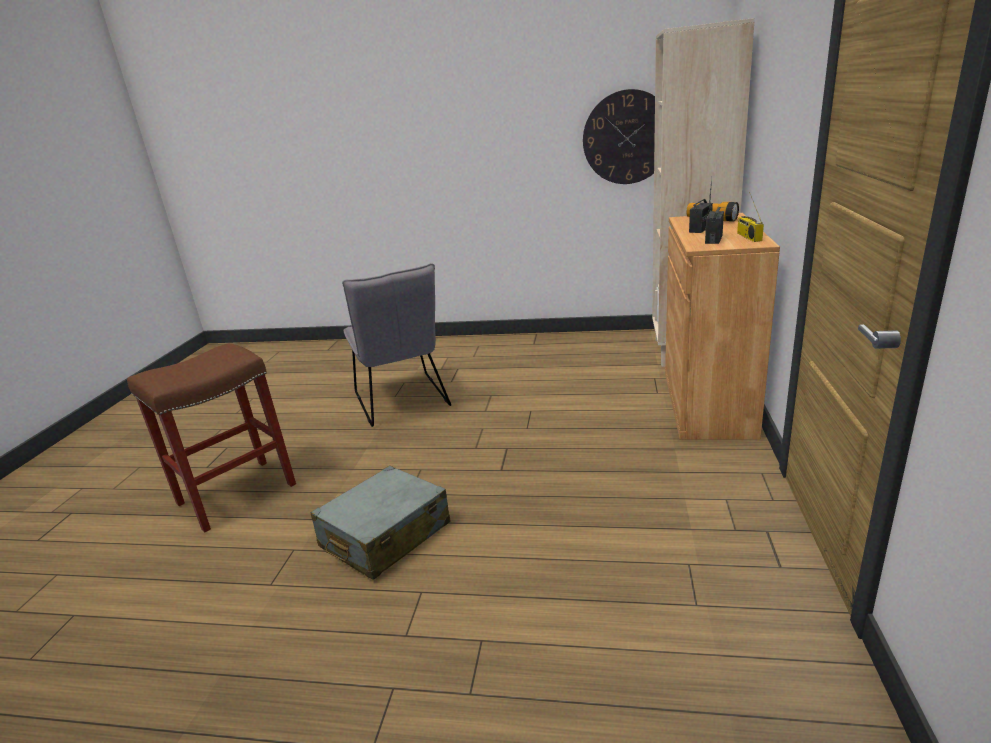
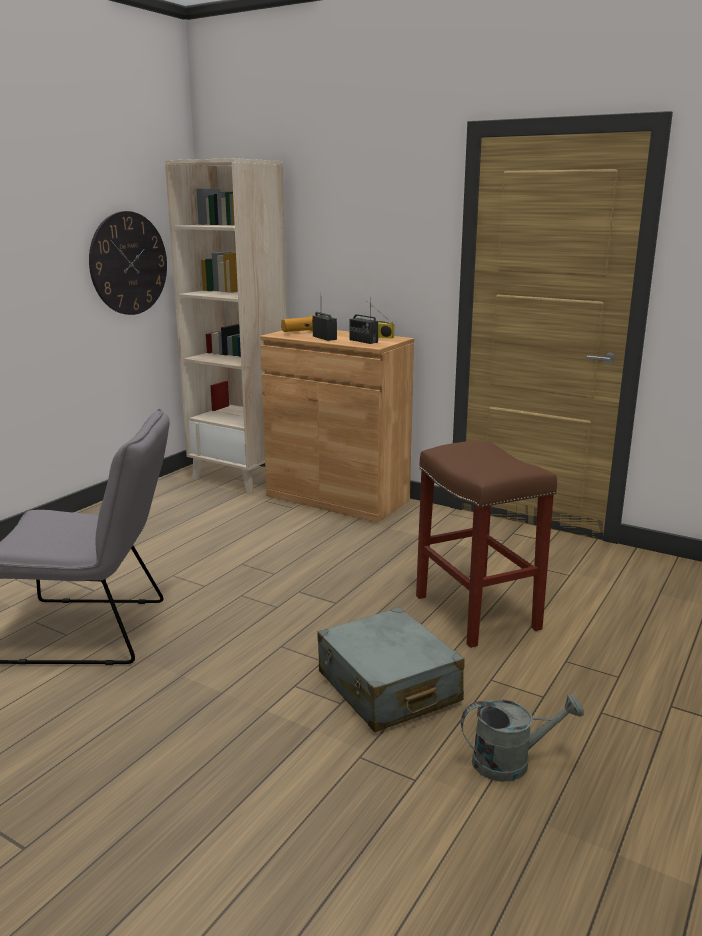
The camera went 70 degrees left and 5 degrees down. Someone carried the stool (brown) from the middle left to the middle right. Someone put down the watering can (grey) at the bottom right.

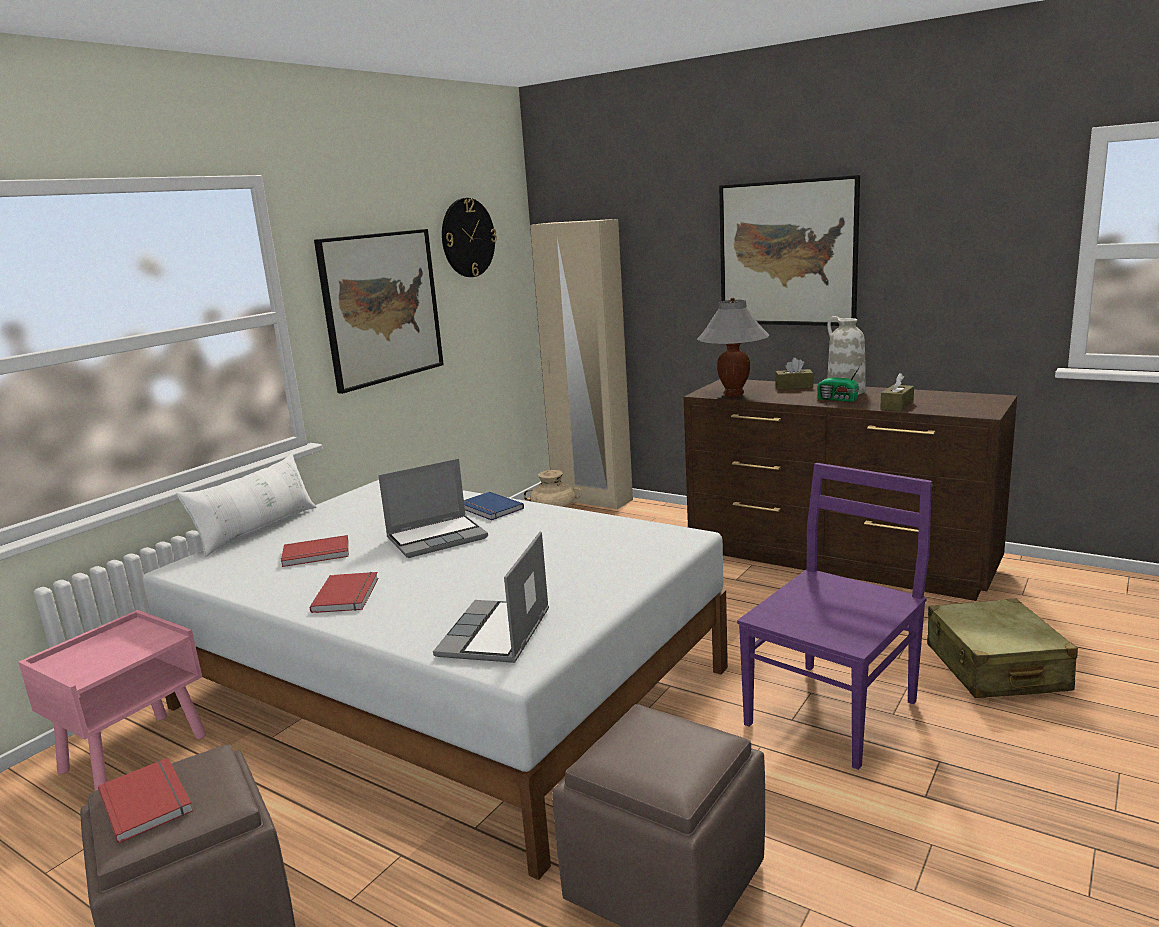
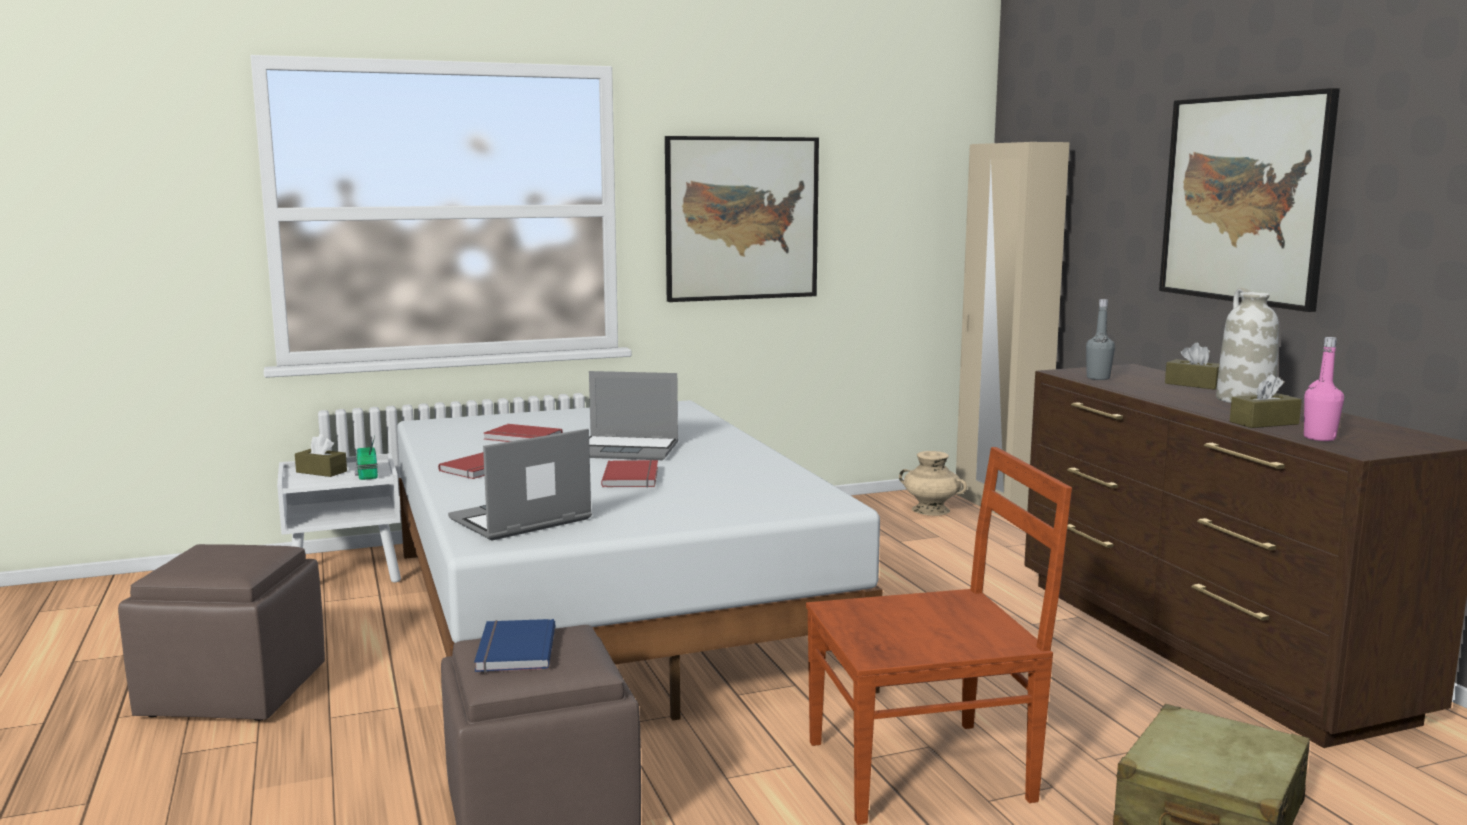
The camera went 35 degrees right and 5 degrees down. Someone repainted the nightstand (pink) at the bottom left, which became the nightstand (white) at the middle left. Someone carried the book (red) (no. 1 from left in the first image) from the bottom left to the centre. Someone took away the pillow (white) at the middle left. Someone took away the wall clock at the top centre. Someone carried the book (blue) from the centre to the bottom centre. Someone swapped the table lamp (grey) at the centre for the bottle (grey) at the middle right. Someone repainted the chair (purple) at the middle right, which became the chair (brown) at the bottom centre. Someone carried the radio from the middle right to the middle left. Someone put down the tissue box (brown) (no. 1 from left) at the middle left. Someone put down the bottle (pink) at the middle right.

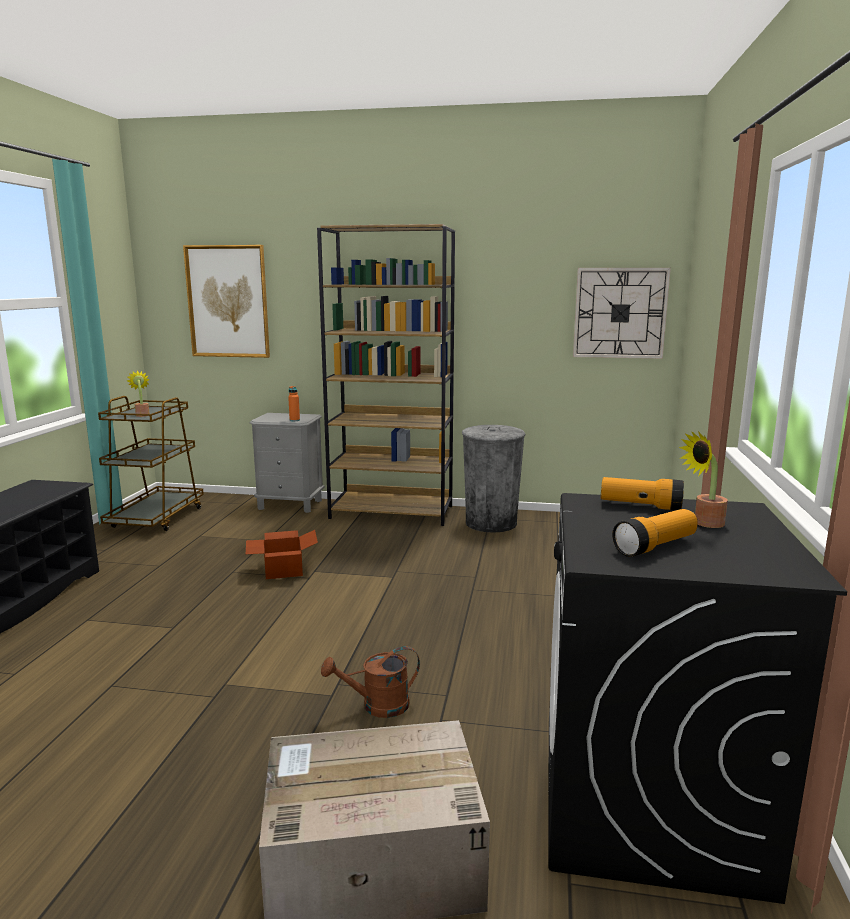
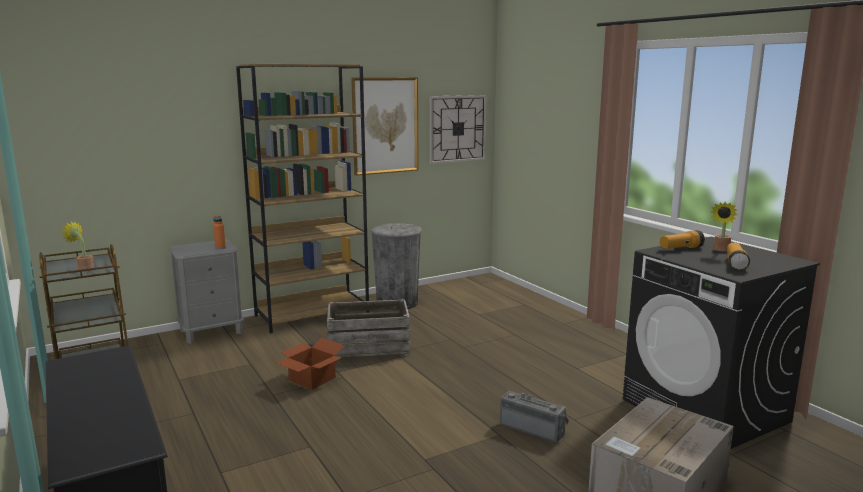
The camera went 40 degrees left and 0 degrees up. Someone carried the picture from the top left to the top centre. Someone swapped the watering can (brown) at the bottom centre for the radio at the bottom centre. Someone put down the crate at the bottom centre.

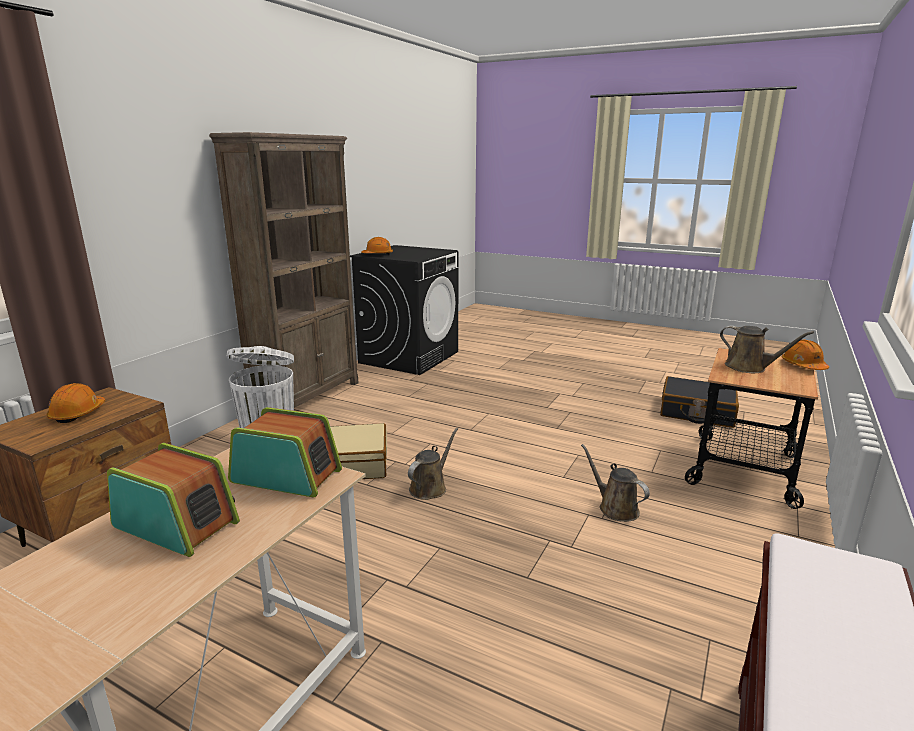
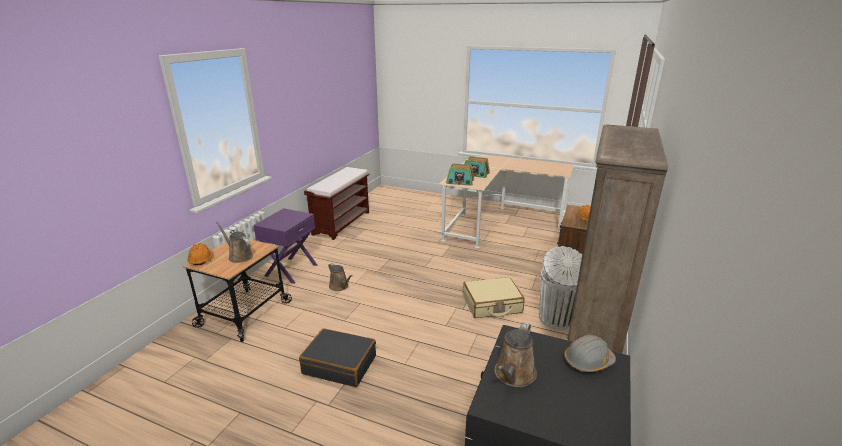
The camera went 175 degrees right and 5 degrees up. Someone repainted the hard hat (orange) (no. 2 from left) at the centre, which became the hard hat (grey) at the bottom right. Someone carried the watering can (brown) (no. 1 from left in the first image) from the centre to the bottom centre. Someone carried the suitcase (black) from the middle right to the bottom centre. Someone put down the nightstand (purple) at the centre.

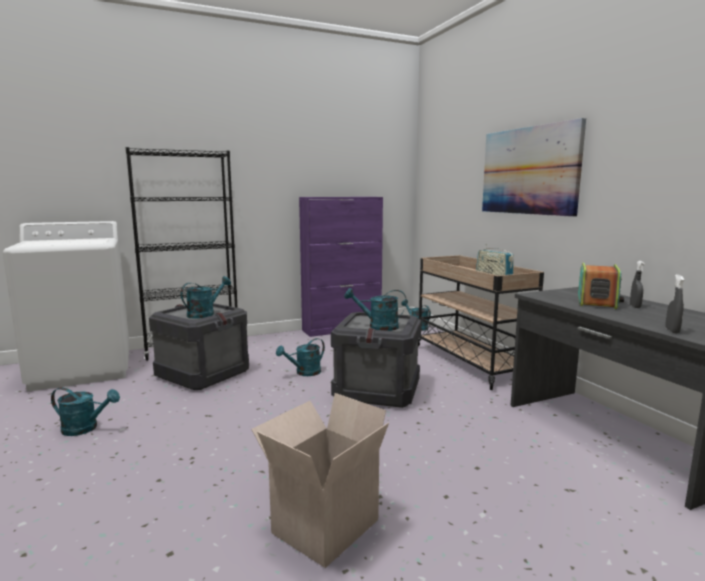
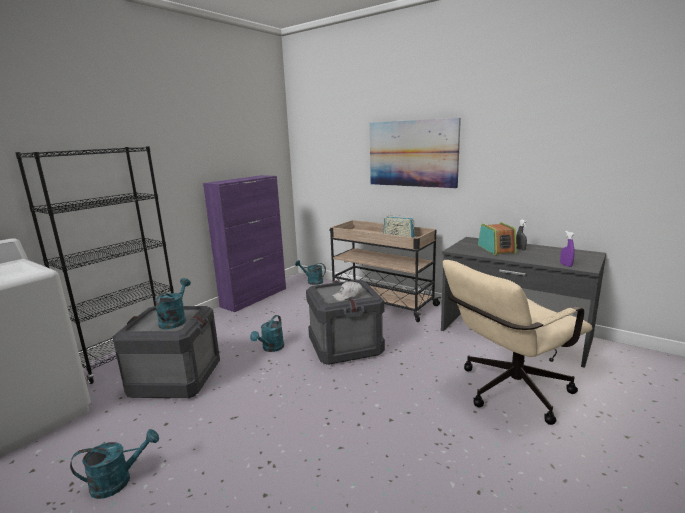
The camera went 30 degrees left and 5 degrees up. Someone took away the cardboard box at the bottom centre. Someone swapped the watering can (turquoise) (no. 4 from left) at the centre for the cap (white) at the centre. Someone repainted the spray bottle (grey) (no. 2 from left) at the middle right, which became the spray bottle (purple) at the middle right. Someone put down the office chair (beige) at the bottom right.

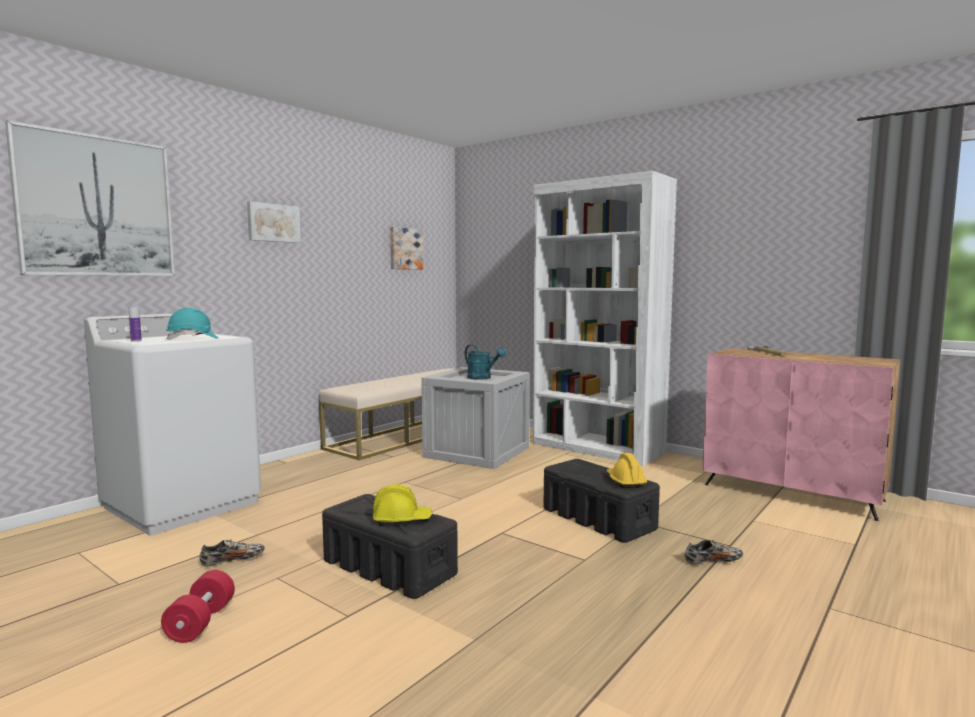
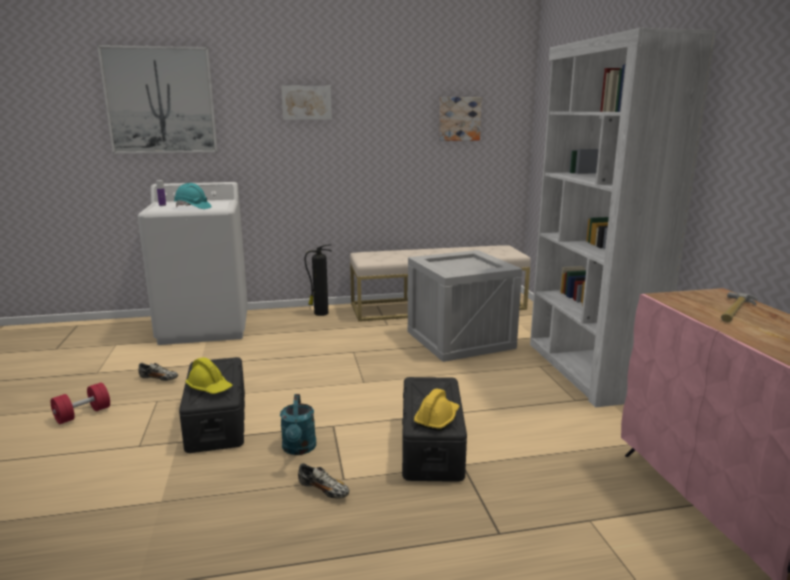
The camera went 40 degrees right and 10 degrees up. Someone carried the watering can (turquoise) from the centre to the bottom centre. Someone carried the shoe (no. 2 from left) from the bottom right to the bottom centre. Someone put down the fire extinguisher at the centre.

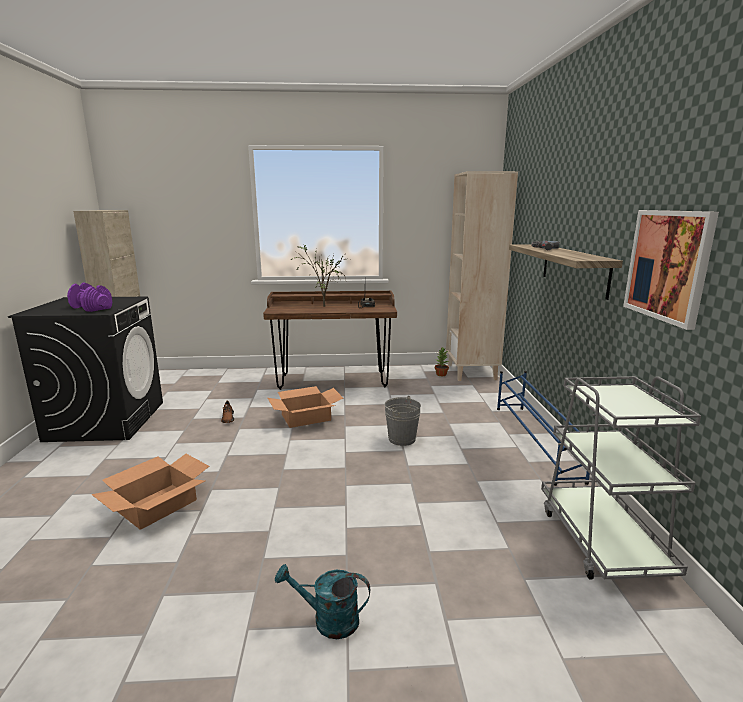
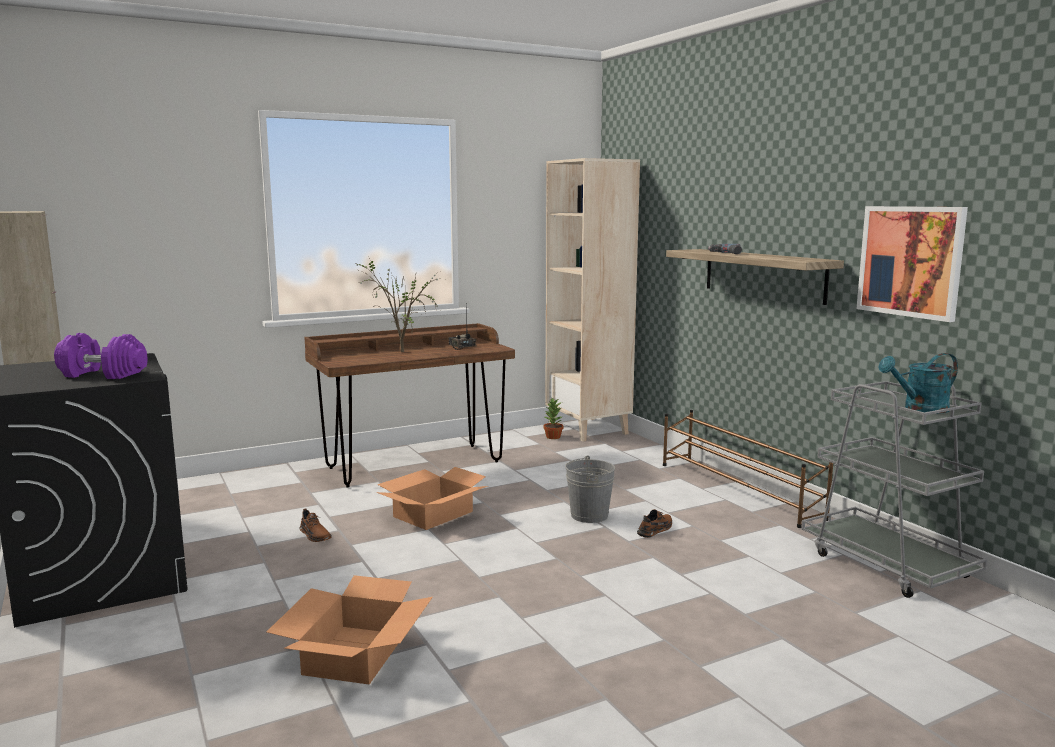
The camera went 25 degrees left and 5 degrees down. Someone carried the watering can (turquoise) from the bottom centre to the middle right. Someone repainted the shoe rack (blue) at the middle right, which became the shoe rack (brown) at the middle right. Someone put down the shoe (brown) (no. 2 from left) at the bottom centre.

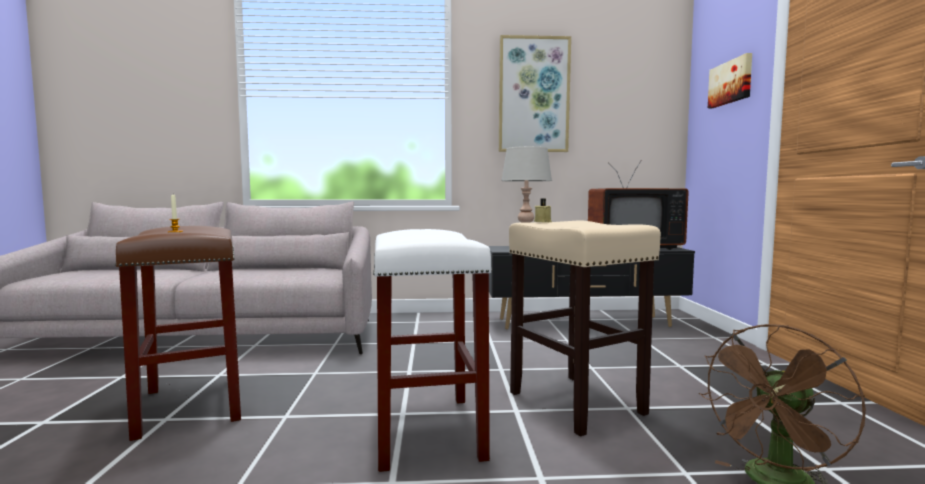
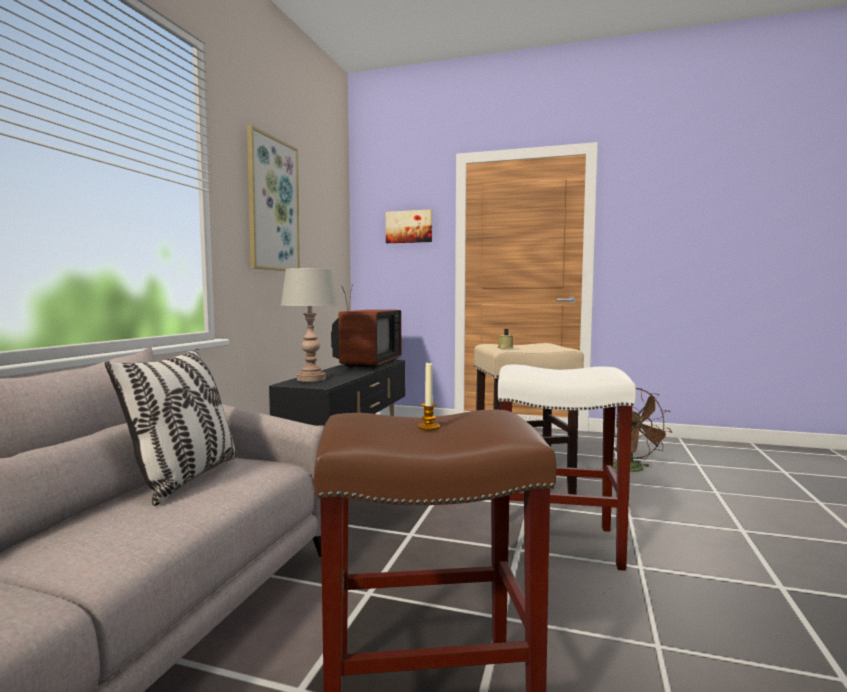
The camera went 70 degrees left and 0 degrees up. Someone put down the pillow at the middle left.

